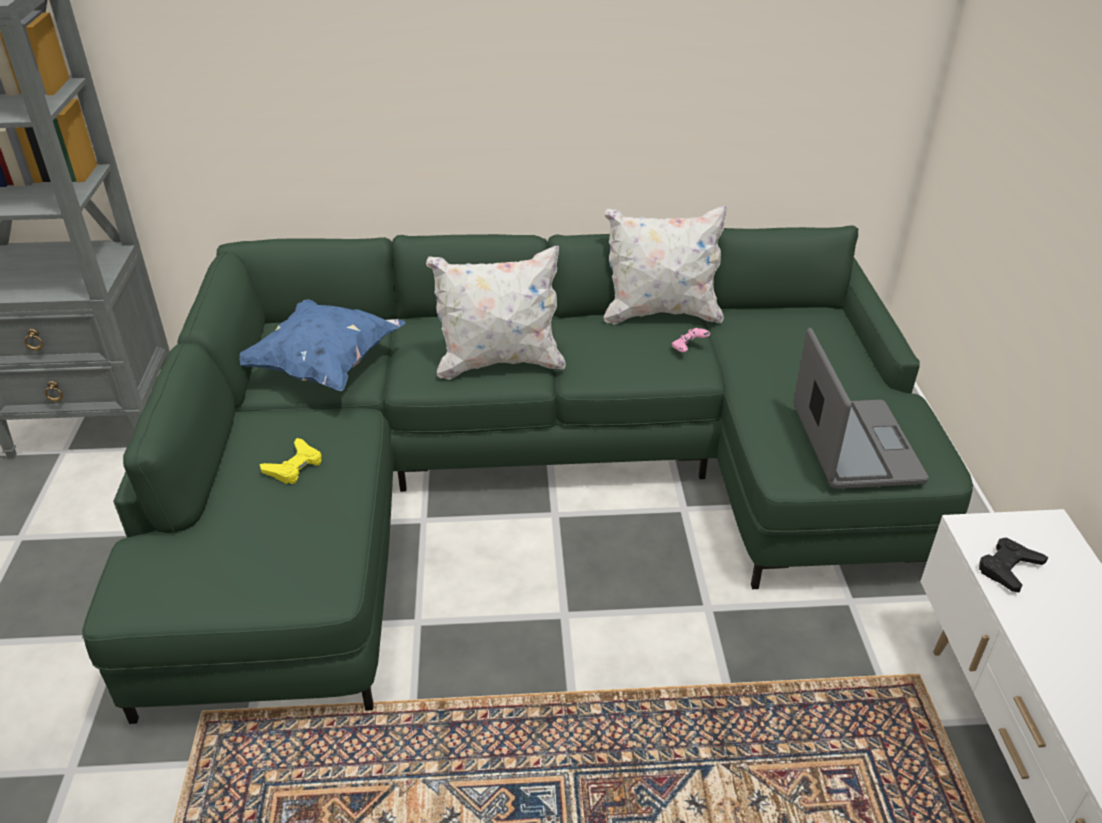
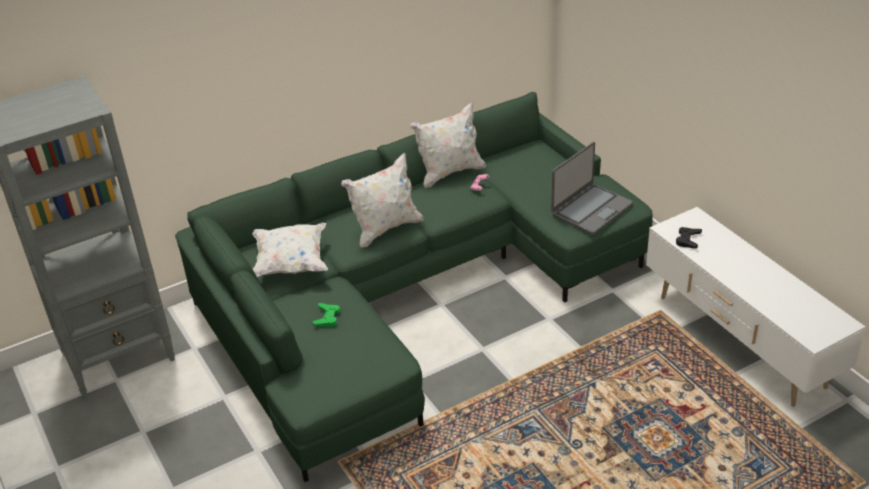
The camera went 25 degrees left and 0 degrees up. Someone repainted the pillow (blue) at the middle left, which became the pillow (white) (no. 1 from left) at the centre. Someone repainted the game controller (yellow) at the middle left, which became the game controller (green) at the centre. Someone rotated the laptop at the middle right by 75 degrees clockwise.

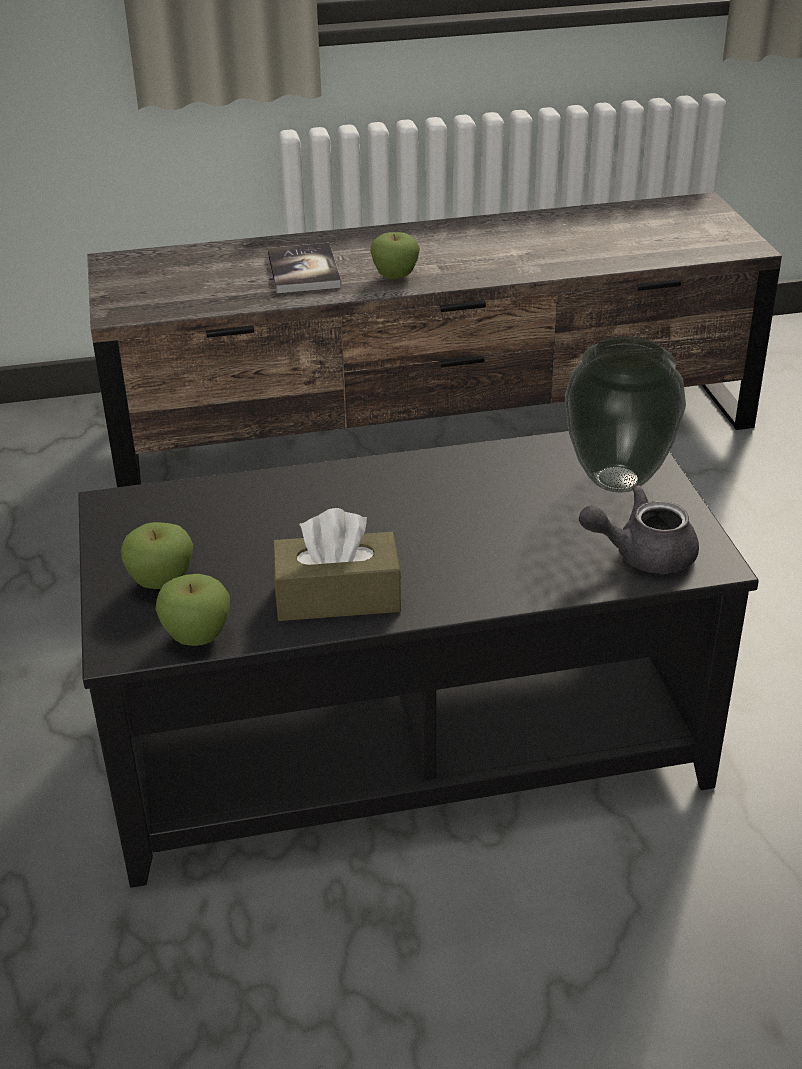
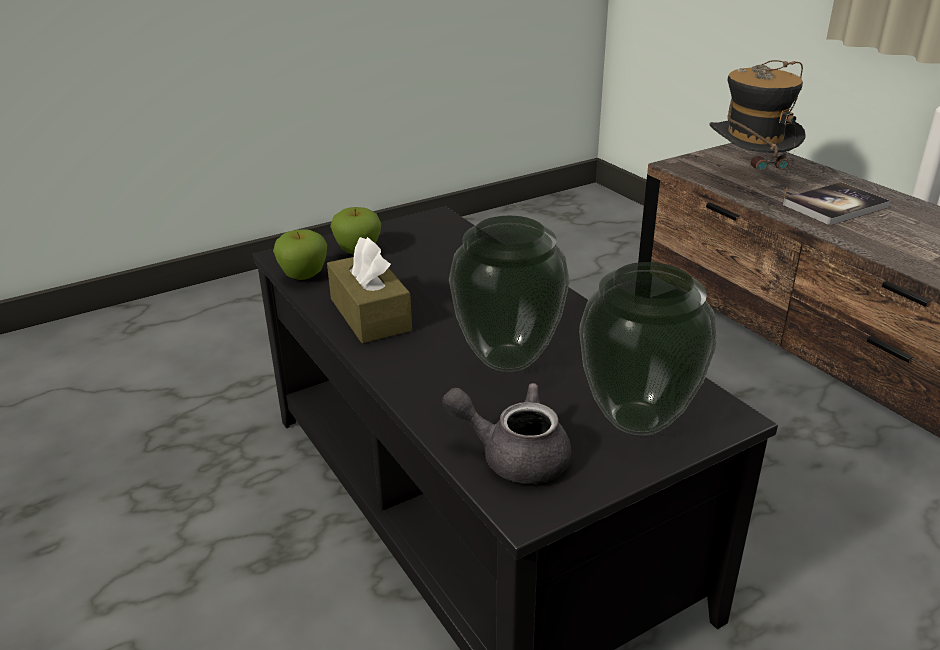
The camera went 70 degrees right and 5 degrees down. Someone took away the apple (no. 3 from left) at the top centre. Someone rotated the teapot (grey) at the middle right by 45 degrees counterclockwise. Someone put down the vase (no. 1 from left) at the centre. Someone put down the hat at the top right.

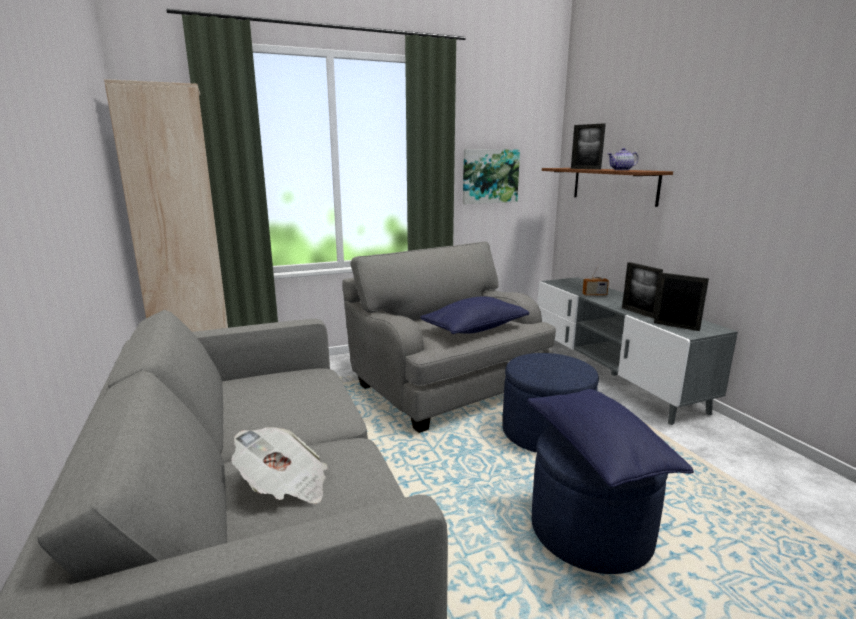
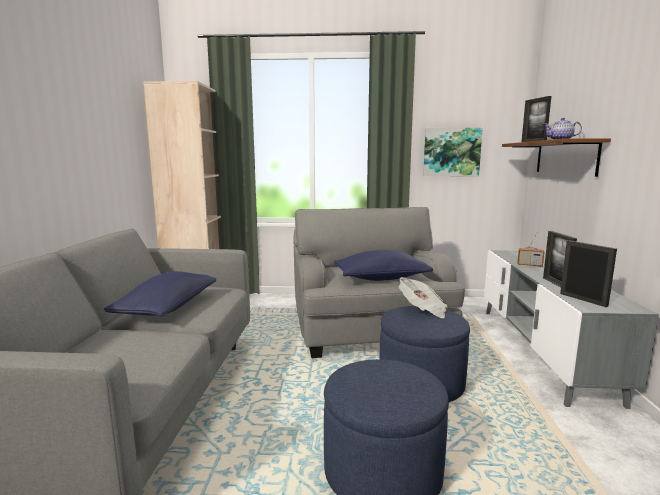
The camera went 25 degrees right and 5 degrees down. Someone carried the newspaper from the bottom left to the centre. Someone carried the pillow (blue) (no. 2 from left in the first image) from the bottom right to the middle left.

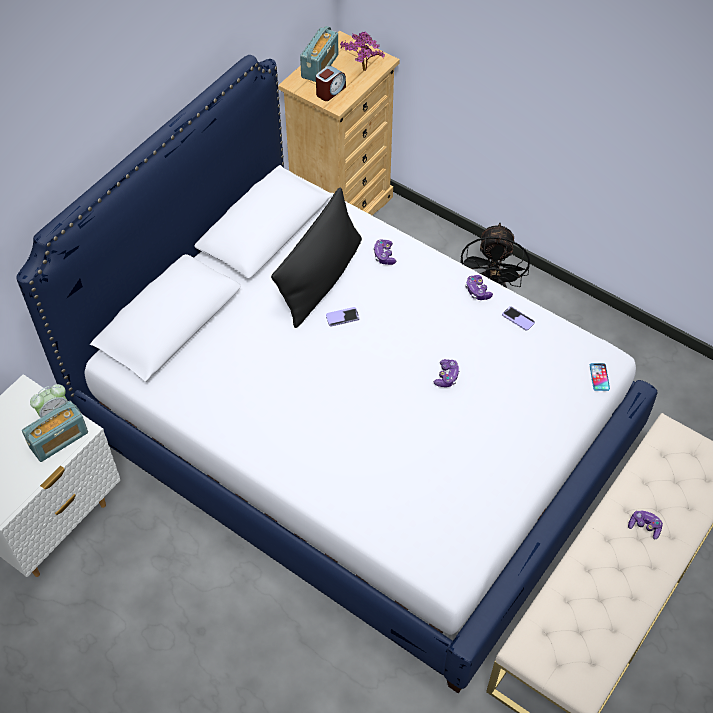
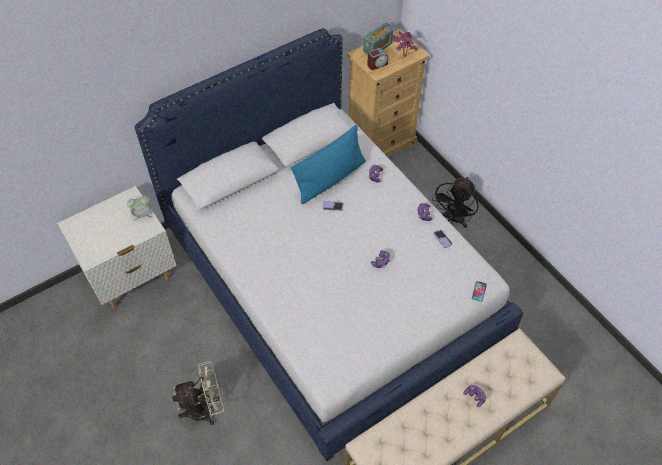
The camera went 20 degrees right and 0 degrees up. Someone took away the radio (no. 1 from left) at the middle left. Someone repainted the pillow (black) at the centre, which became the pillow (blue) at the centre. Someone put down the fan (beige) at the bottom left.

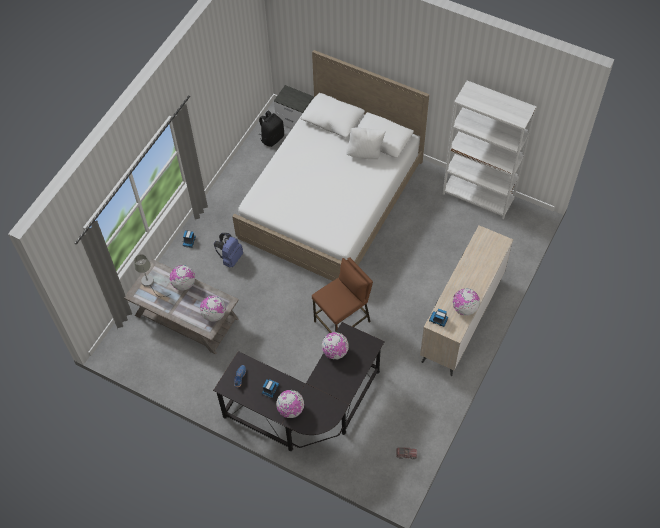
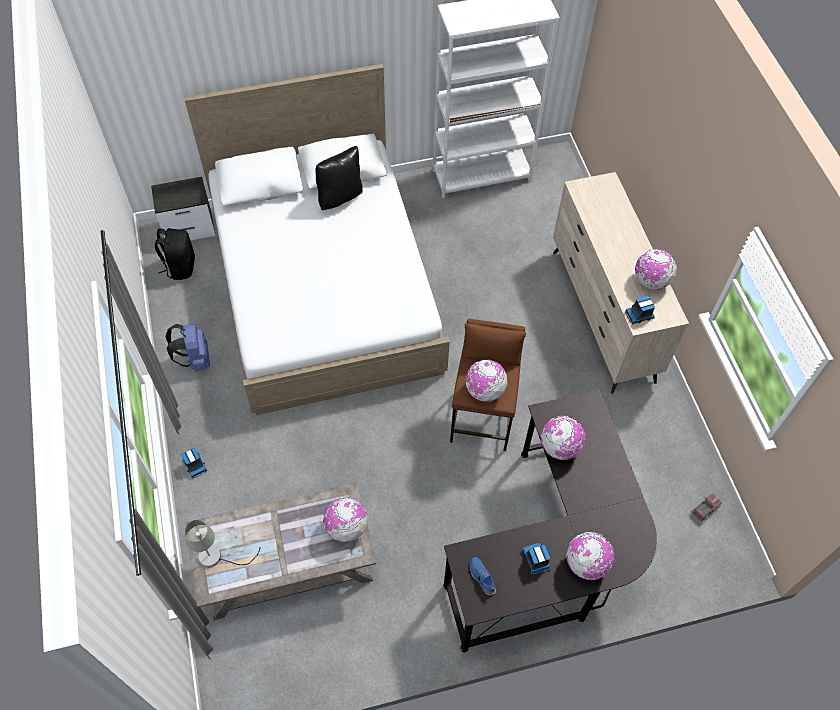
The camera went 45 degrees left and 0 degrees up. Someone carried the globe (no. 1 from left in the first image) from the middle left to the centre. Someone carried the backpack (blue) from the centre to the middle left. Someone repainted the pillow (white) at the top centre, which became the pillow (black) at the top centre.

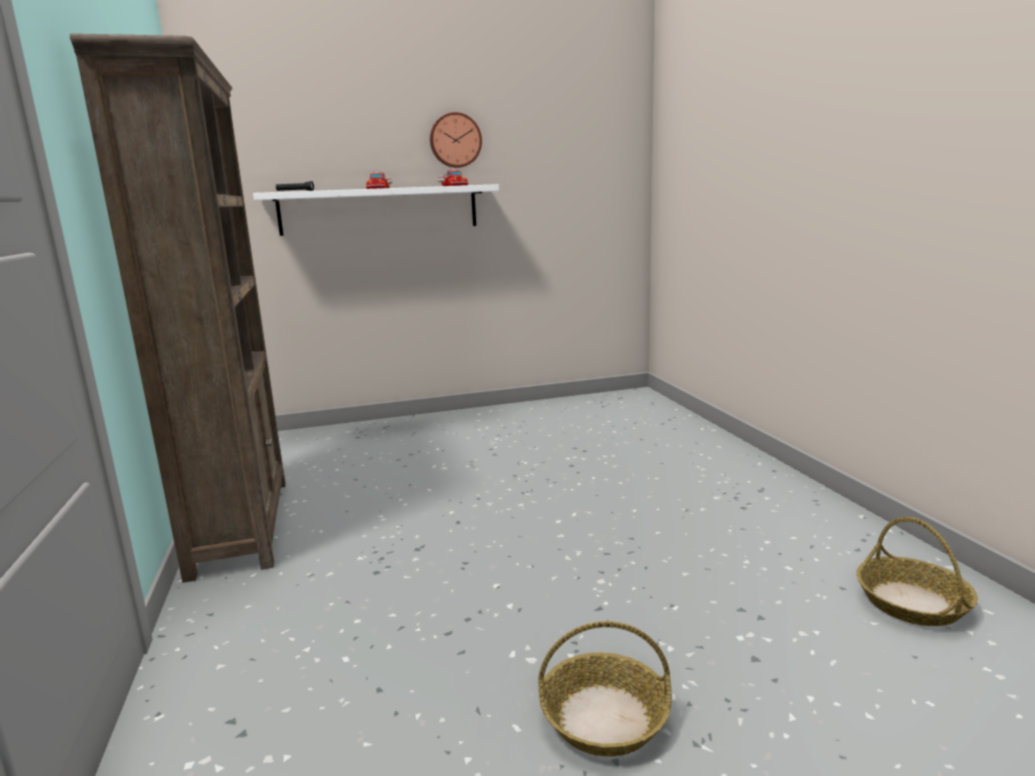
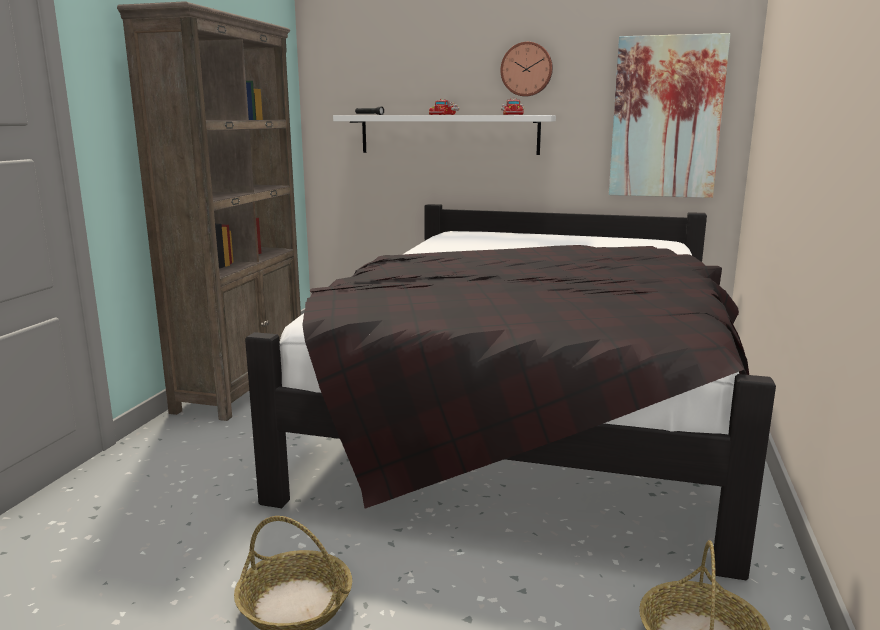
The camera went 30 degrees right and 0 degrees up. Someone put down the bed (black) at the centre. Someone put up the picture at the top right.

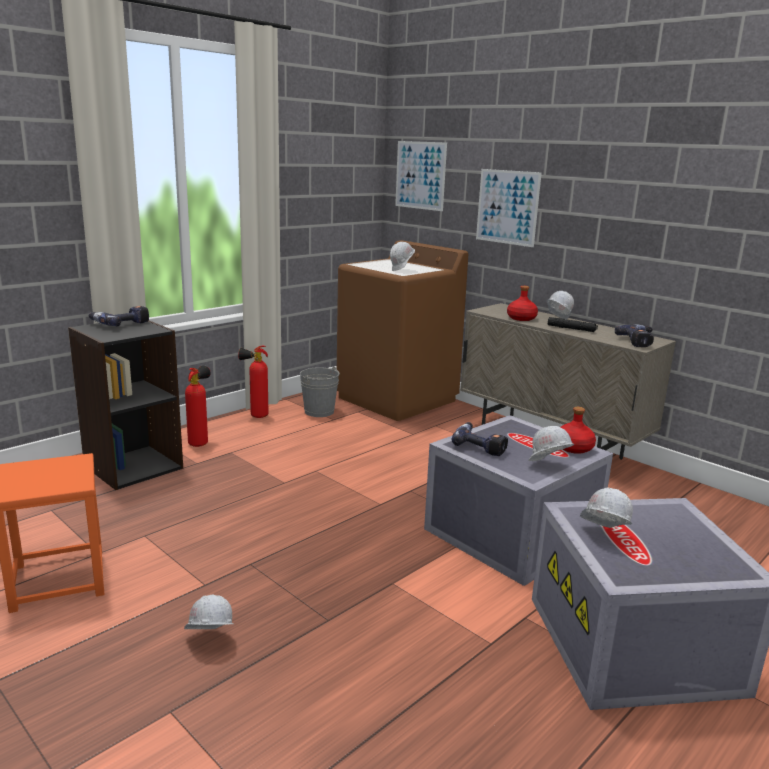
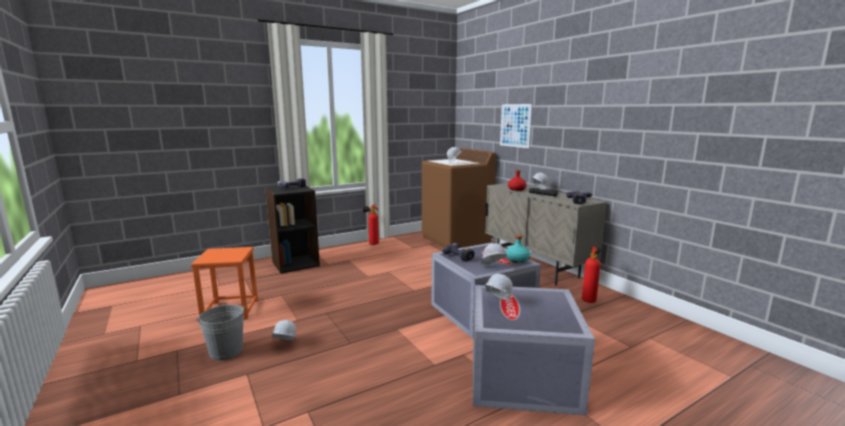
The camera went 15 degrees right and 5 degrees down. Someone carried the fire extinguisher (no. 1 from left in the first image) from the middle left to the middle right. Someone carried the bucket (grey) from the centre to the bottom left. Someone took away the picture (no. 1 from left) at the top centre. Someone repainted the bottle (red) (no. 2 from left) at the middle right, which became the bottle (turquoise) at the centre.

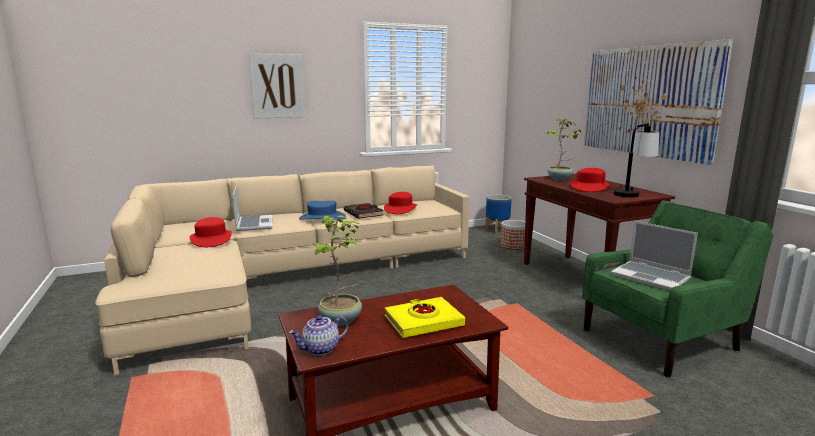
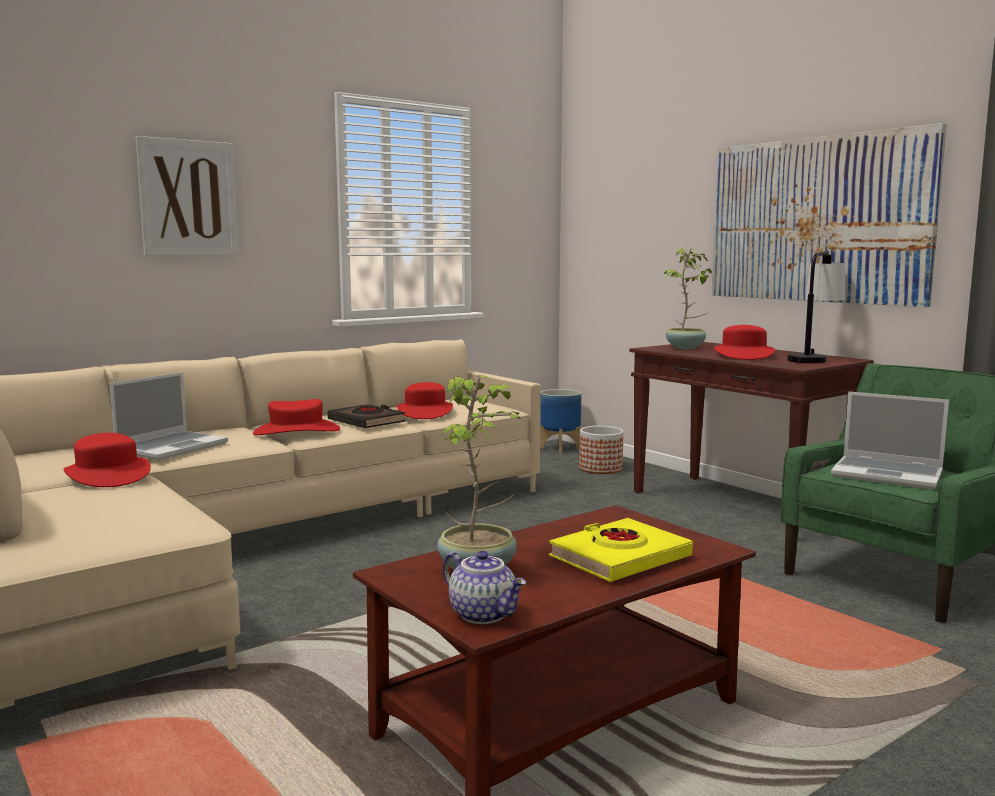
The camera went 15 degrees left and 5 degrees down. Someone rotated the laptop (no. 1 from left) at the middle left by 60 degrees clockwise. Someone rotated the teapot at the bottom centre by 90 degrees counterclockwise. Someone repainted the hat (blue) at the centre, which became the hat (red) (no. 2 from left) at the middle left.

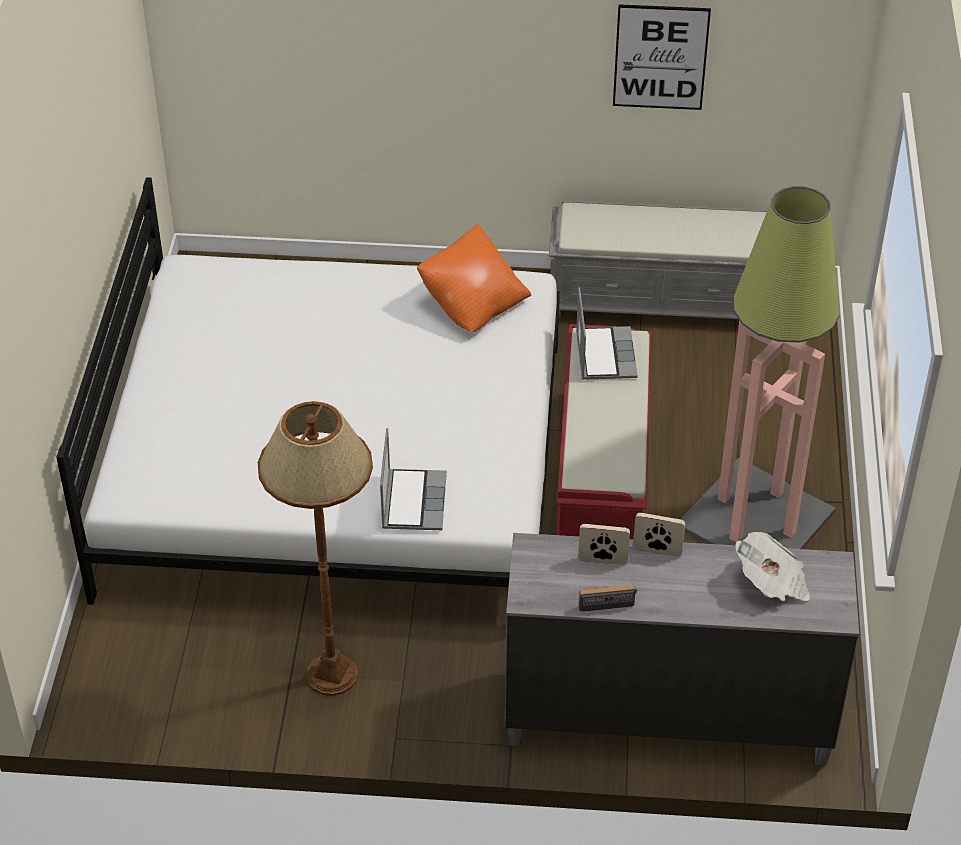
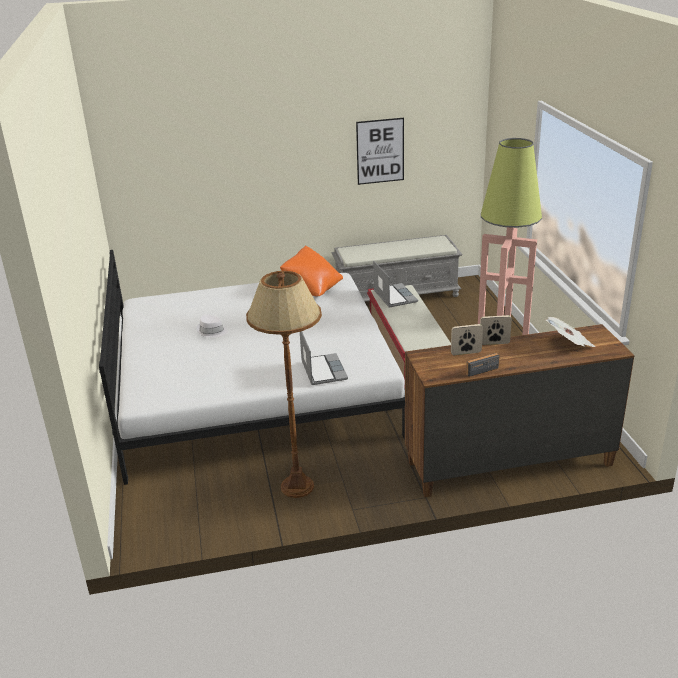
The camera went 15 degrees left and 15 degrees down. Someone repainted the dresser (grey) at the bottom right, which became the dresser (brown) at the middle right. Someone put down the hat (white) at the middle left.

